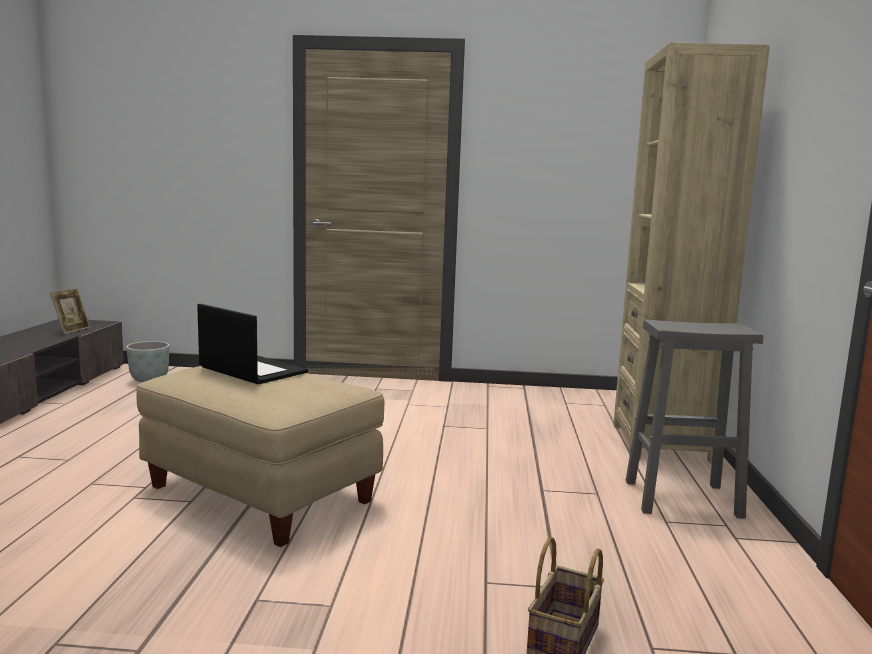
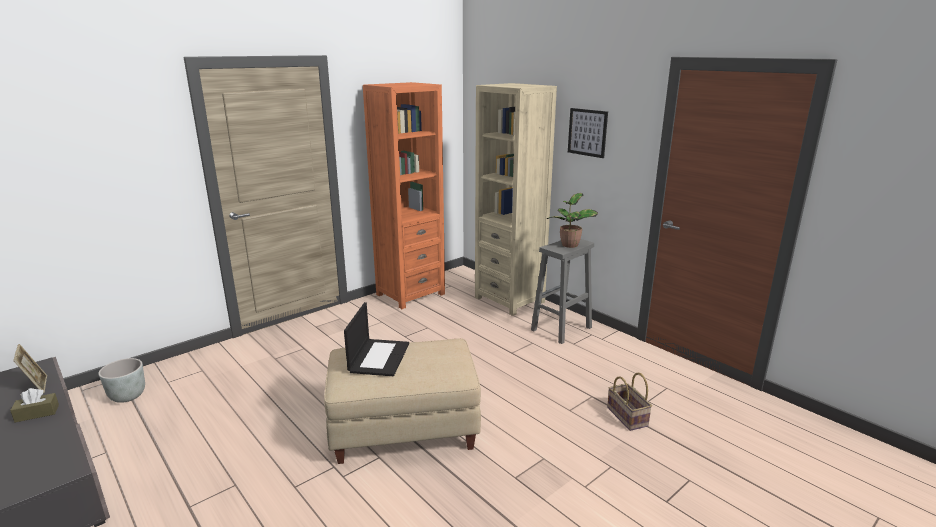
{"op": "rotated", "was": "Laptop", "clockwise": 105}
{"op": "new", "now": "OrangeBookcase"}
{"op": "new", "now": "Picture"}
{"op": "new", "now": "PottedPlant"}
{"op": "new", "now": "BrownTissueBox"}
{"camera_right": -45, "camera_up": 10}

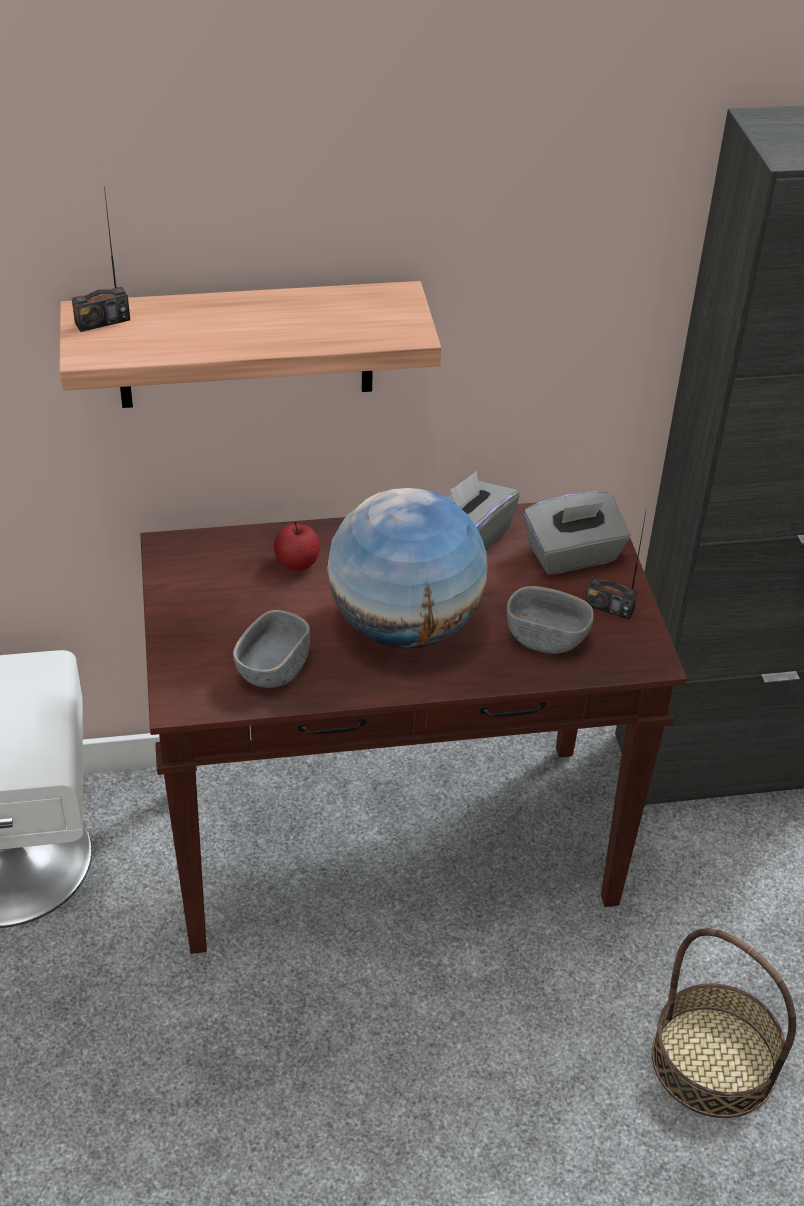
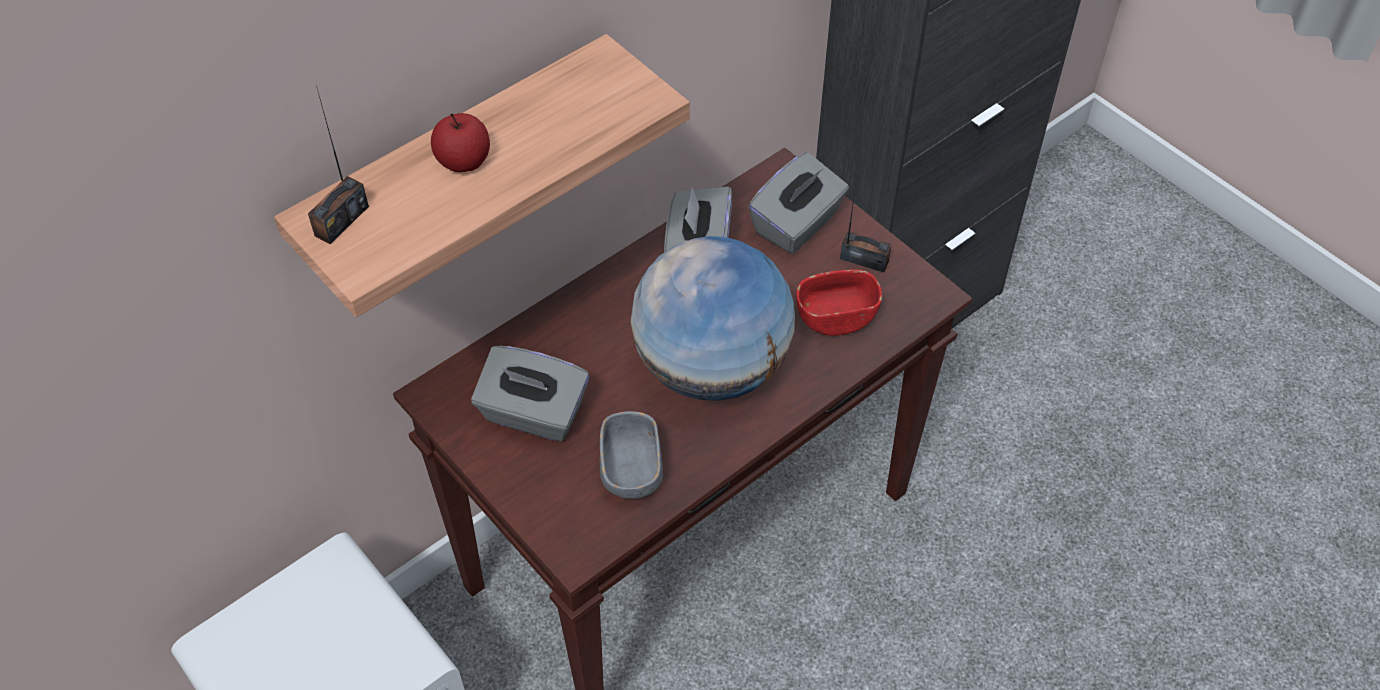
{"op": "rotated", "was": "Radio (no. 2 from left)", "clockwise": -150}
{"op": "shifted", "was": "Apple"}
{"op": "repainted", "was": "GreyBowl (no. 2 from left)", "now": "RedBowl"}
{"op": "gone", "was": "Basket"}
{"op": "new", "now": "GreyTissueBox (no. 1 from left)"}
{"camera_right": -30, "camera_up": 10}

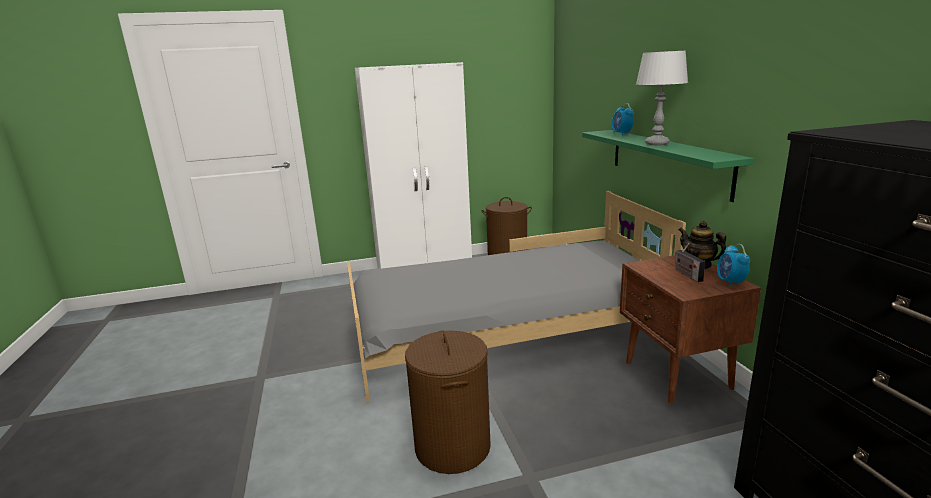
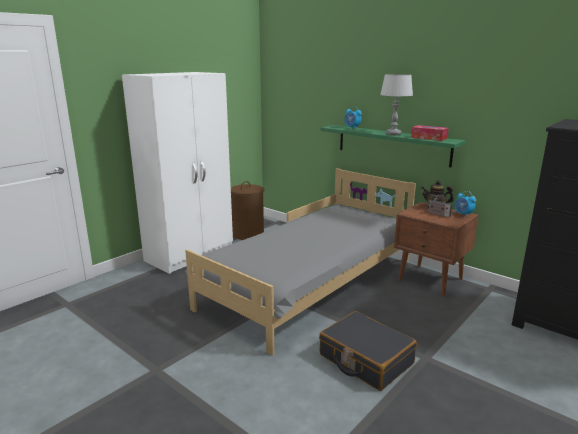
{"op": "swapped", "was": "BrownLaundryBasket (no. 1 from left)", "now": "BlackSuitcase"}
{"op": "new", "now": "TissueBox"}
{"camera_right": -35, "camera_up": 0}

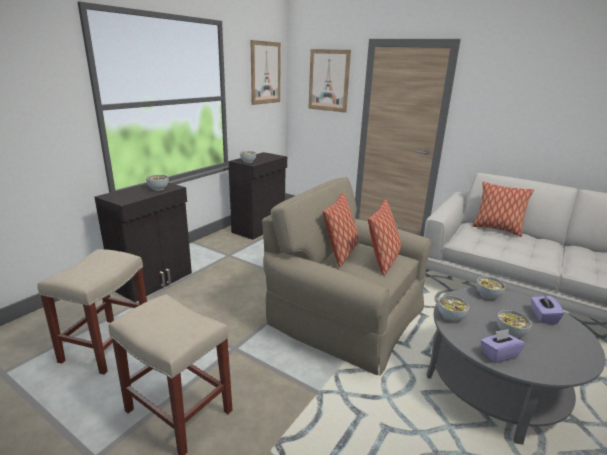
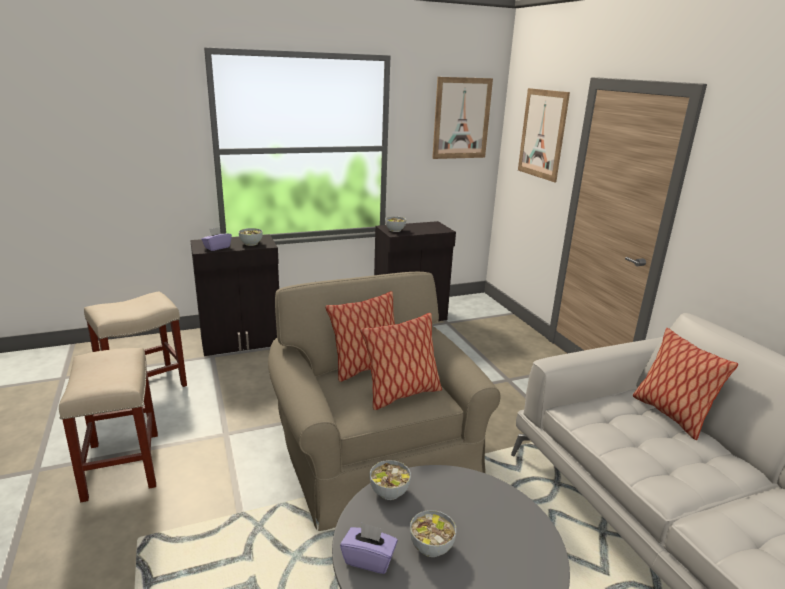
{"op": "gone", "was": "Bowl (no. 4 from left)"}
{"op": "shifted", "was": "PurpleTissueBox (no. 2 from left in the first image)", "now": "PurpleTissueBox (no. 1 from left)"}
{"camera_right": 35, "camera_up": 0}

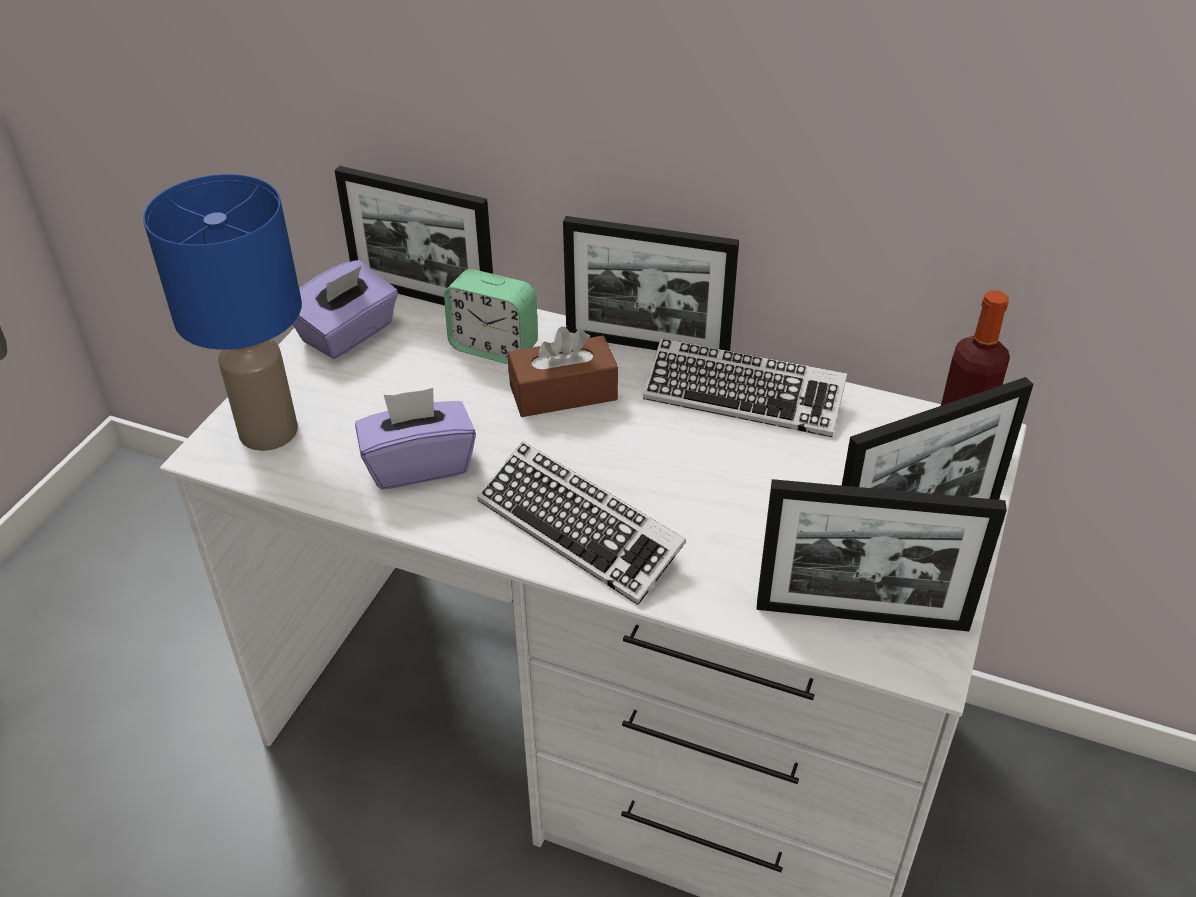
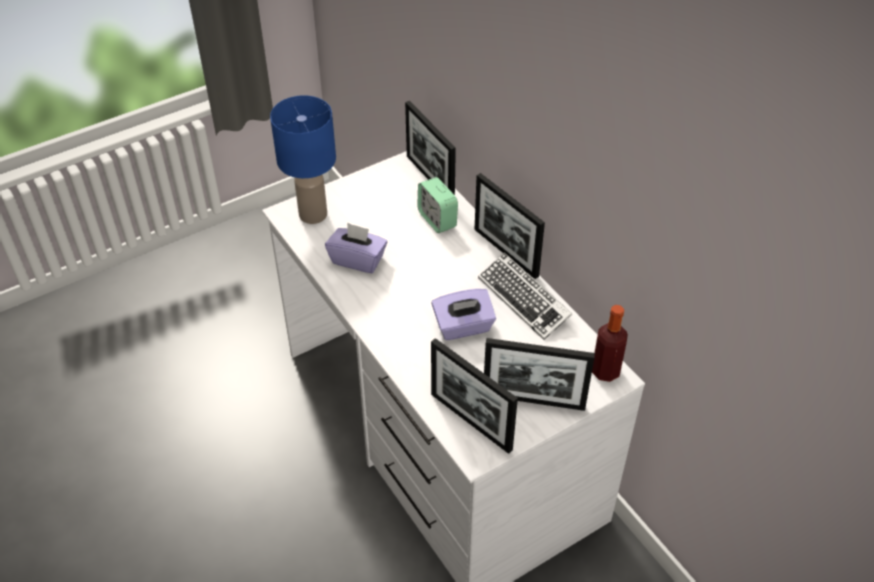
{"op": "shifted", "was": "PurpleTissueBox (no. 1 from left in the first image)", "now": "PurpleTissueBox (no. 2 from left)"}
{"op": "gone", "was": "BrownTissueBox"}
{"op": "gone", "was": "Keyboard (no. 1 from left)"}
{"camera_right": 35, "camera_up": 5}

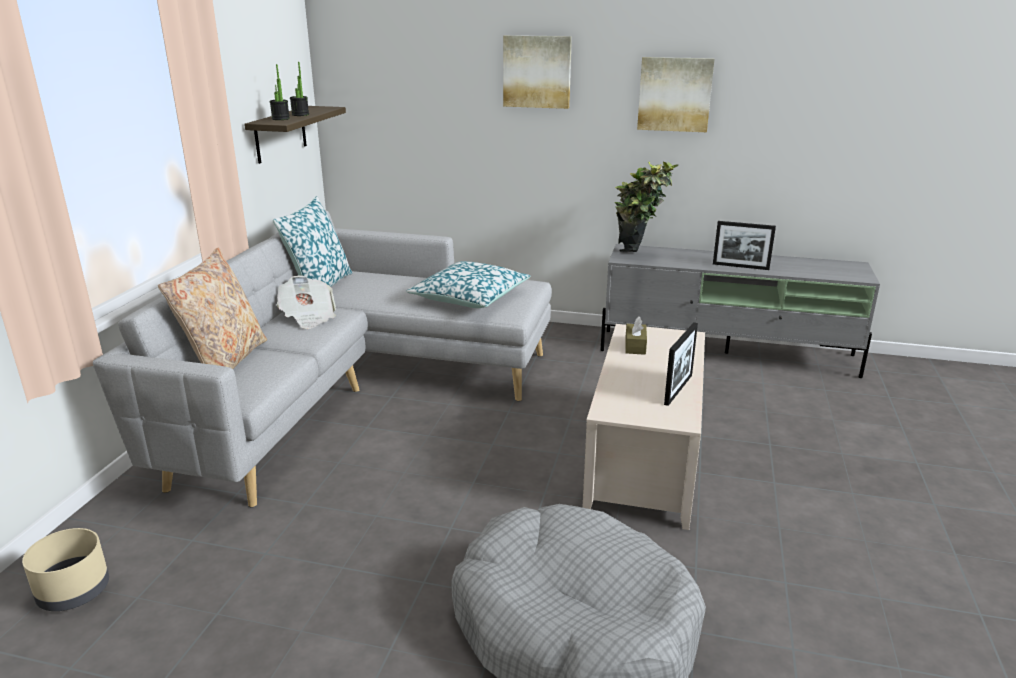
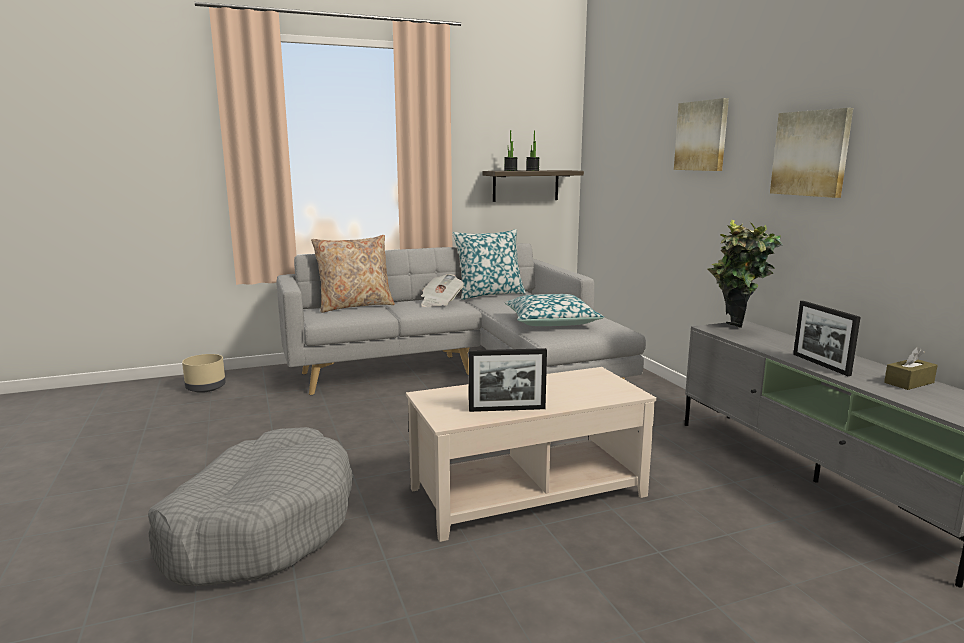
{"op": "shifted", "was": "BrownTissueBox"}
{"camera_right": 55, "camera_up": -10}

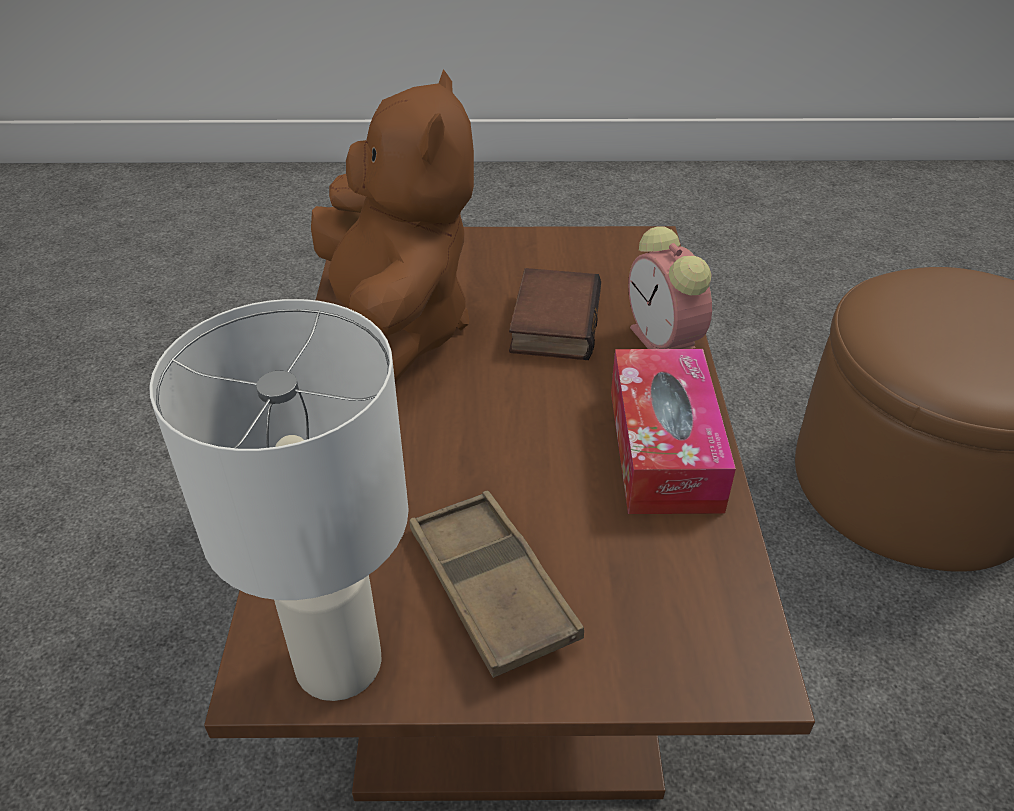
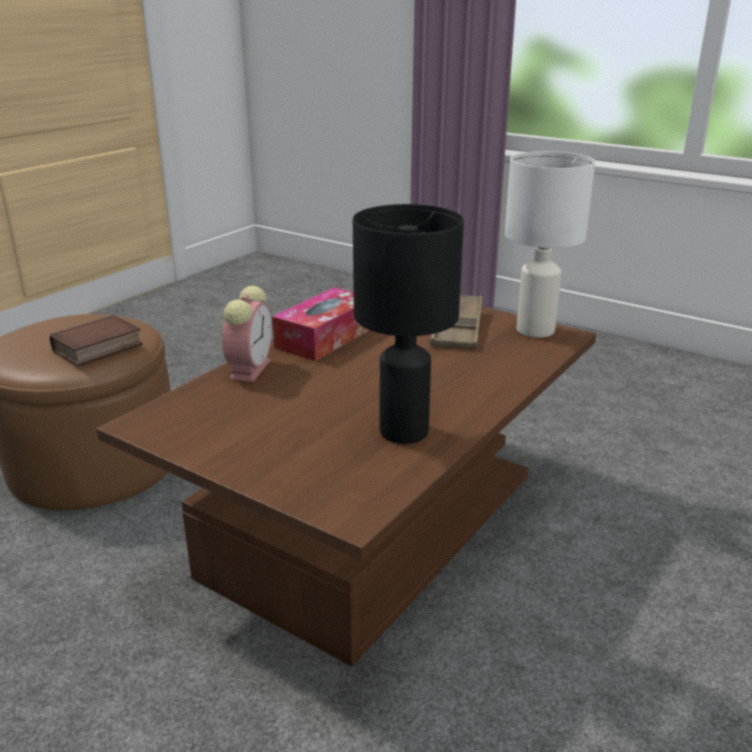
{"op": "swapped", "was": "BrownPlushToy", "now": "BlackTableLamp"}
{"op": "shifted", "was": "Book"}
{"camera_right": -145, "camera_up": -15}

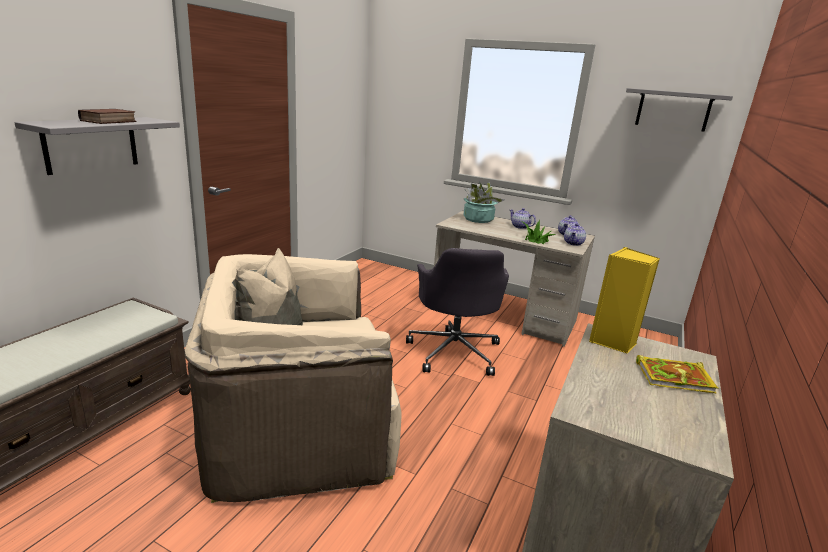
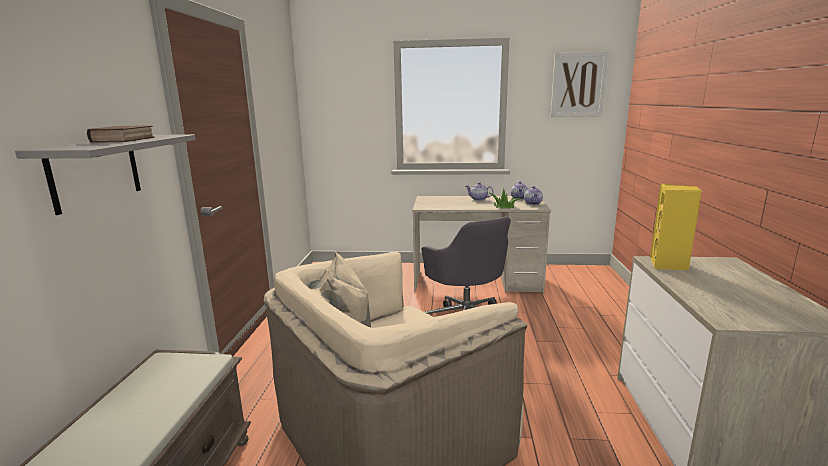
{"op": "swapped", "was": "GreyShelf (no. 2 from left)", "now": "Picture"}
{"op": "gone", "was": "PottedPlant (no. 1 from left)"}
{"op": "gone", "was": "Book (no. 2 from left)"}
{"camera_right": -20, "camera_up": -5}

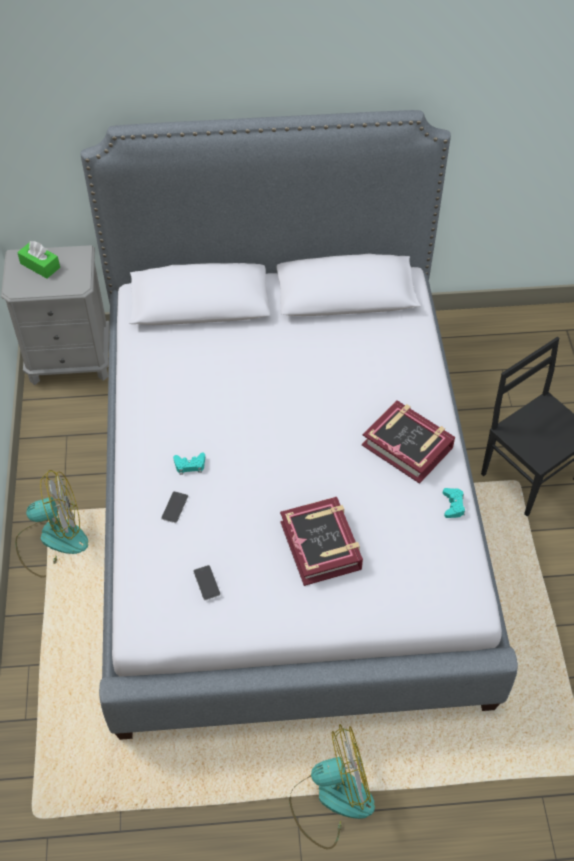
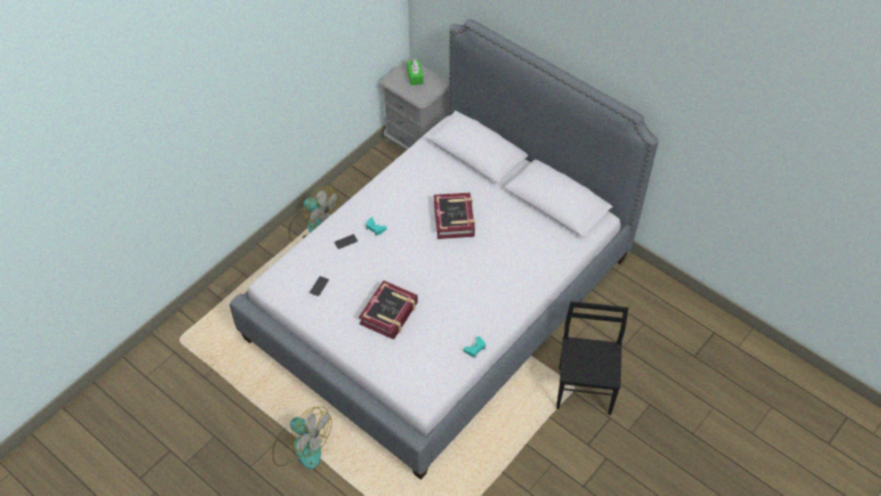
{"op": "shifted", "was": "Book (no. 2 from left)"}
{"camera_right": 45, "camera_up": 0}

